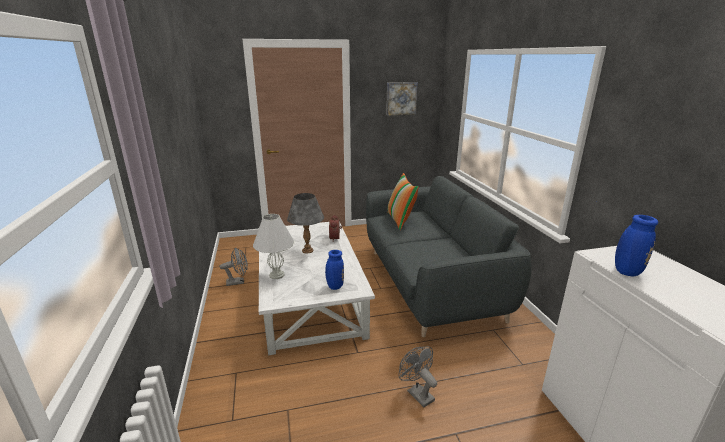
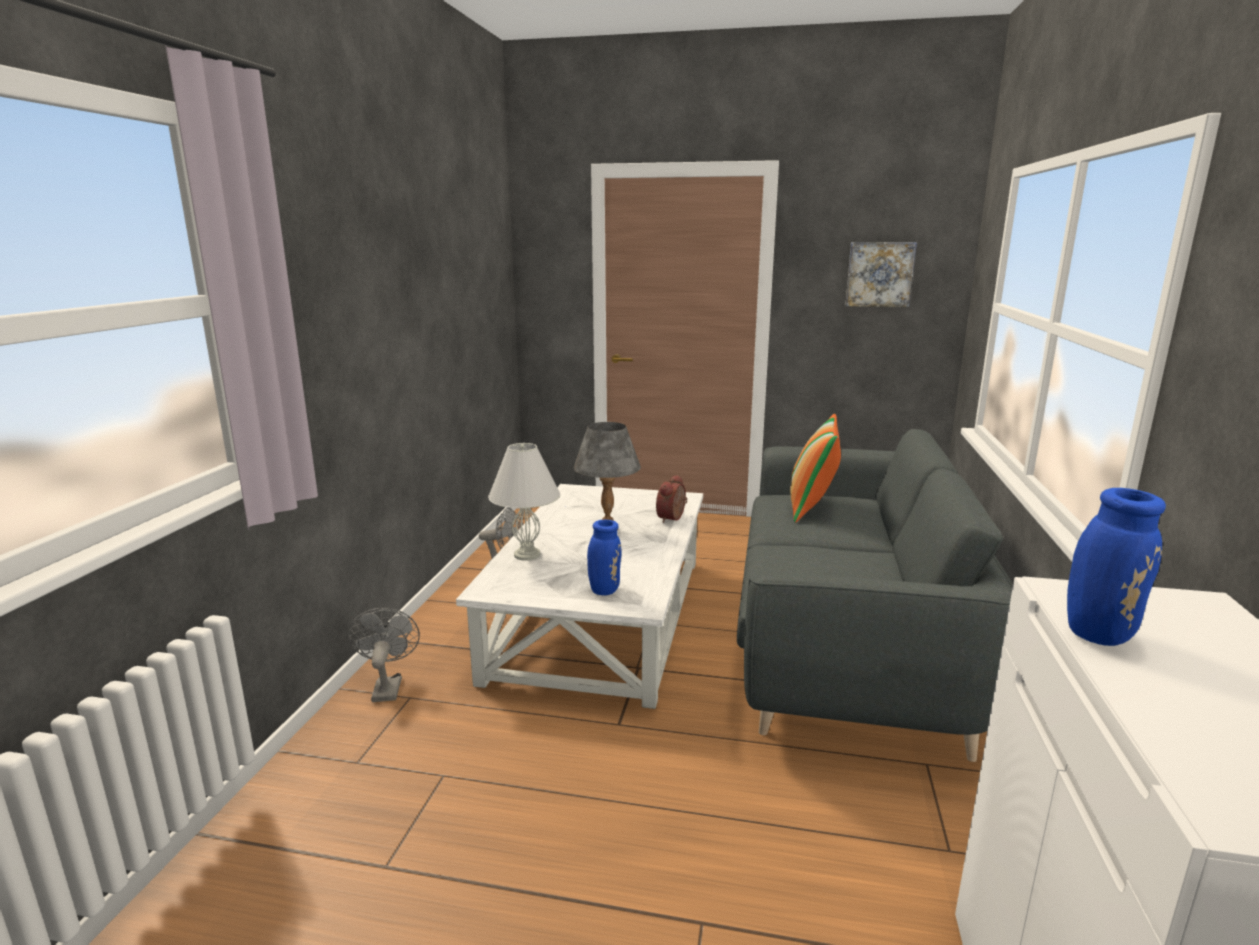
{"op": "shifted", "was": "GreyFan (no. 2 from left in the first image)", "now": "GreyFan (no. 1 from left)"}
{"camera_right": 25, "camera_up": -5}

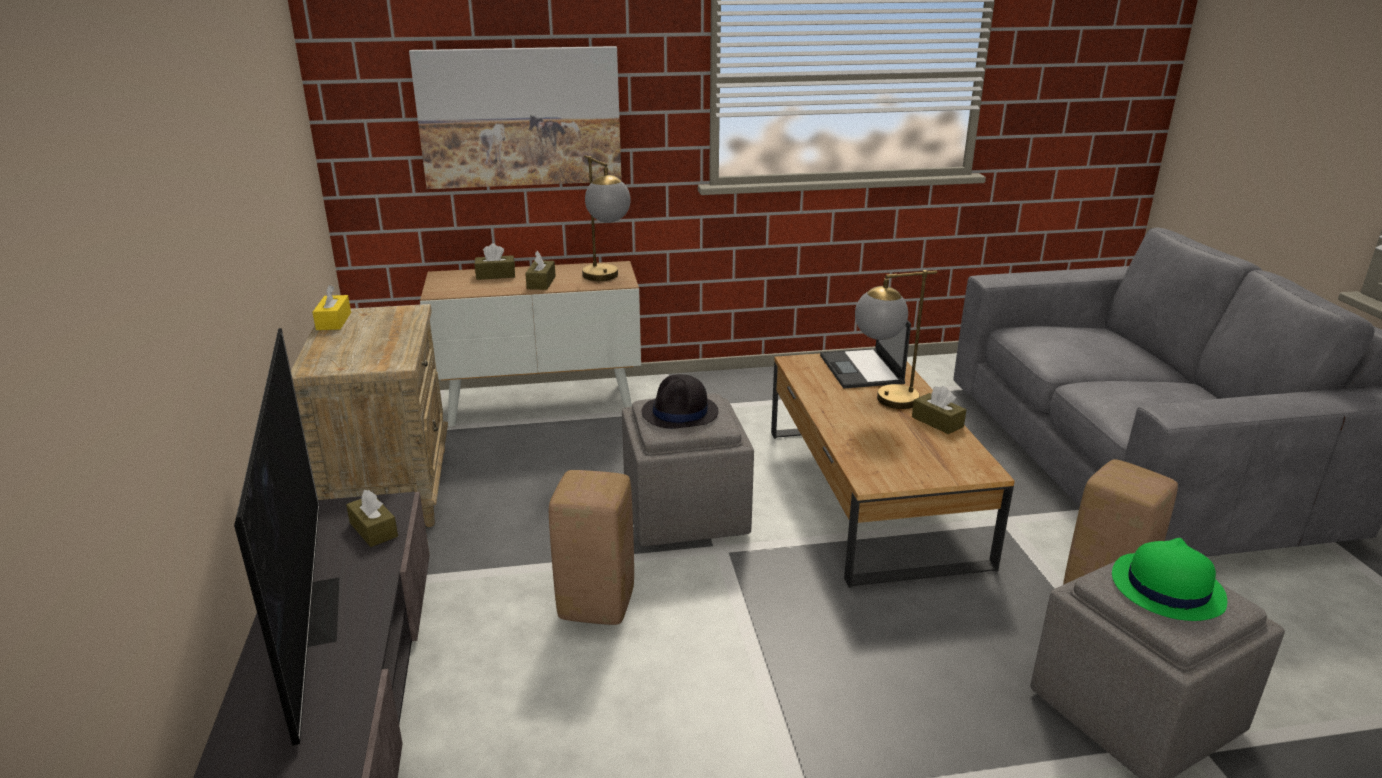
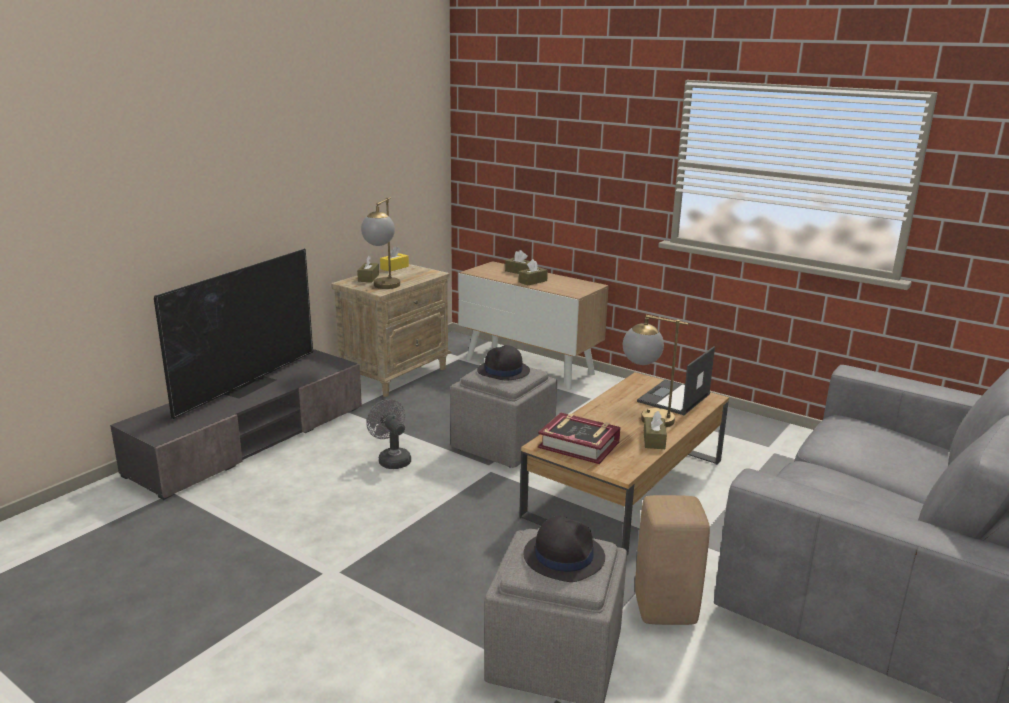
{"op": "gone", "was": "Picture"}
{"op": "shifted", "was": "TableLamp (no. 1 from left)"}
{"op": "swapped", "was": "BeigeStool (no. 1 from left)", "now": "GreyFan"}
{"op": "shifted", "was": "BrownTissueBox (no. 1 from left)"}
{"op": "repainted", "was": "GreenHat", "now": "BlackHat (no. 2 from left)"}
{"op": "new", "now": "Book"}
{"camera_right": 45, "camera_up": -5}

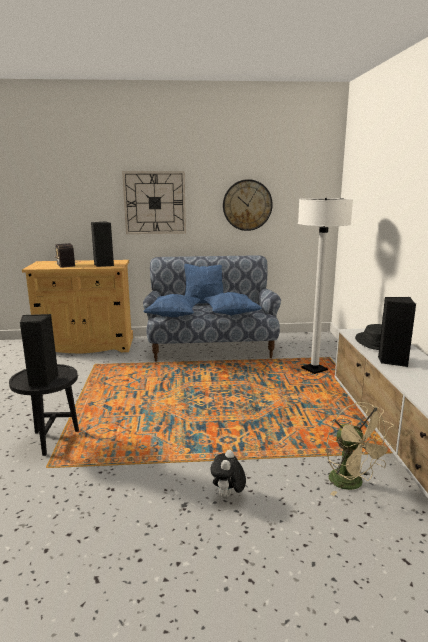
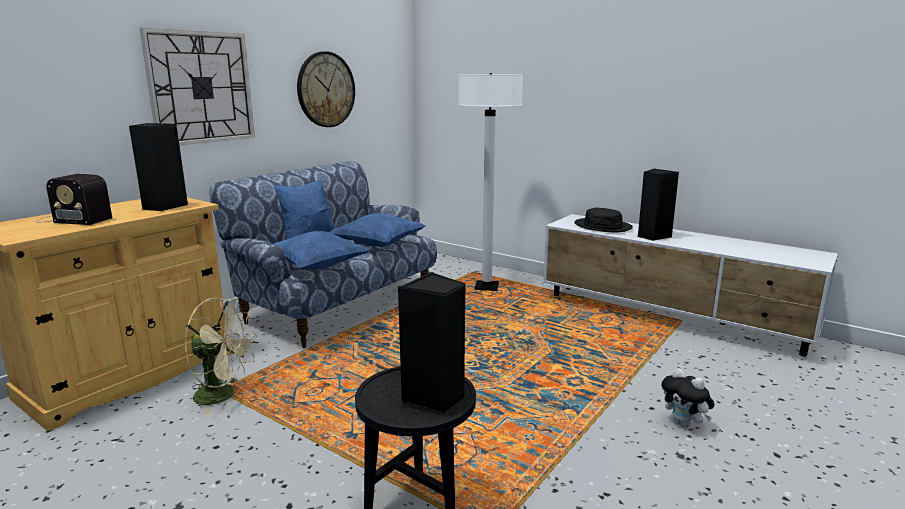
{"op": "shifted", "was": "BeigeFan"}
{"camera_right": -50, "camera_up": 0}

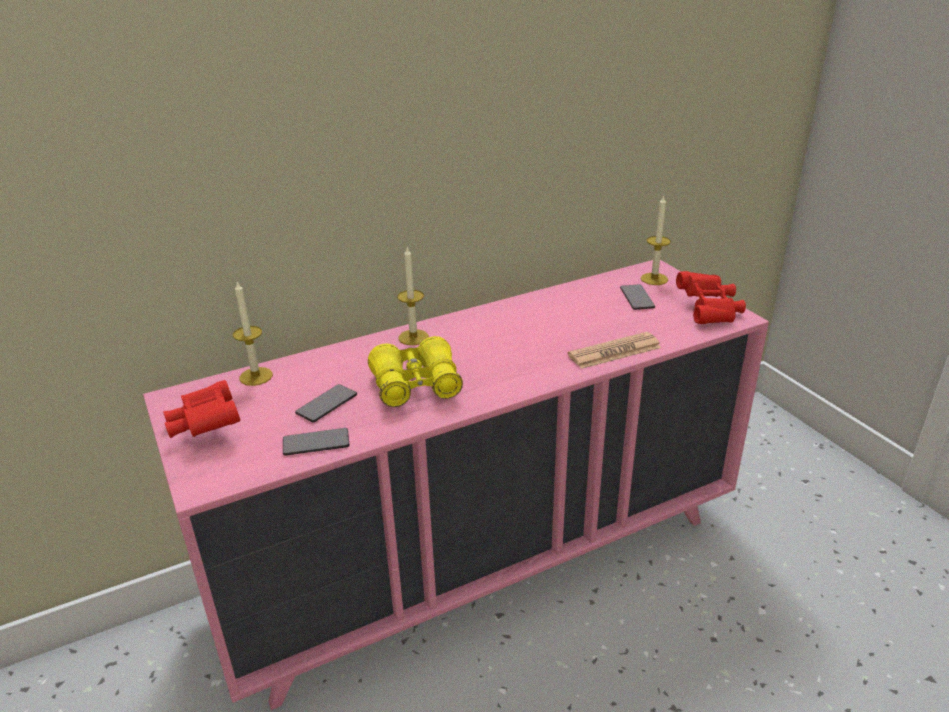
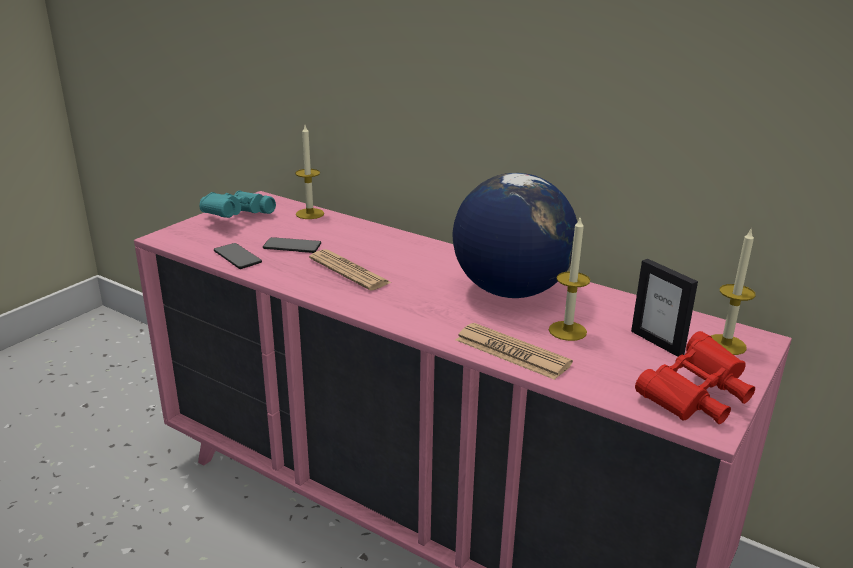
{"op": "shifted", "was": "Candle (no. 2 from left)"}
{"op": "swapped", "was": "Phone (no. 3 from left)", "now": "PictureFrame"}
{"op": "swapped", "was": "YellowBinoculars", "now": "Newspaper (no. 1 from left)"}
{"op": "repainted", "was": "RedBinoculars (no. 1 from left)", "now": "TurquoiseBinoculars"}
{"op": "new", "now": "Globe"}
{"camera_right": 60, "camera_up": -5}

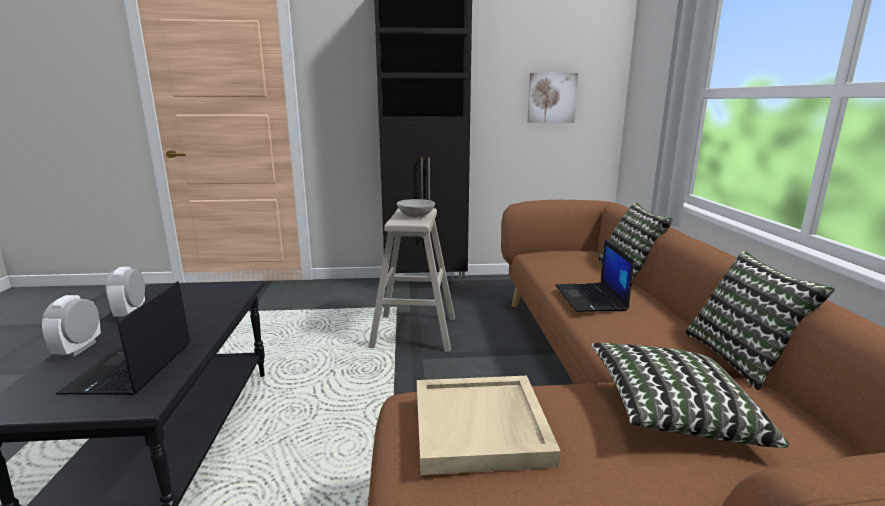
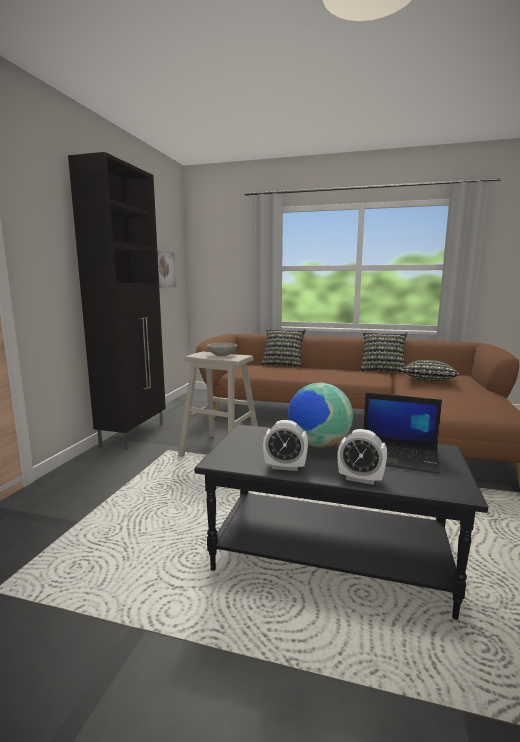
{"op": "gone", "was": "Laptop (no. 2 from left)"}
{"op": "gone", "was": "BeigeTray"}
{"op": "new", "now": "Globe"}
{"camera_right": -70, "camera_up": -5}

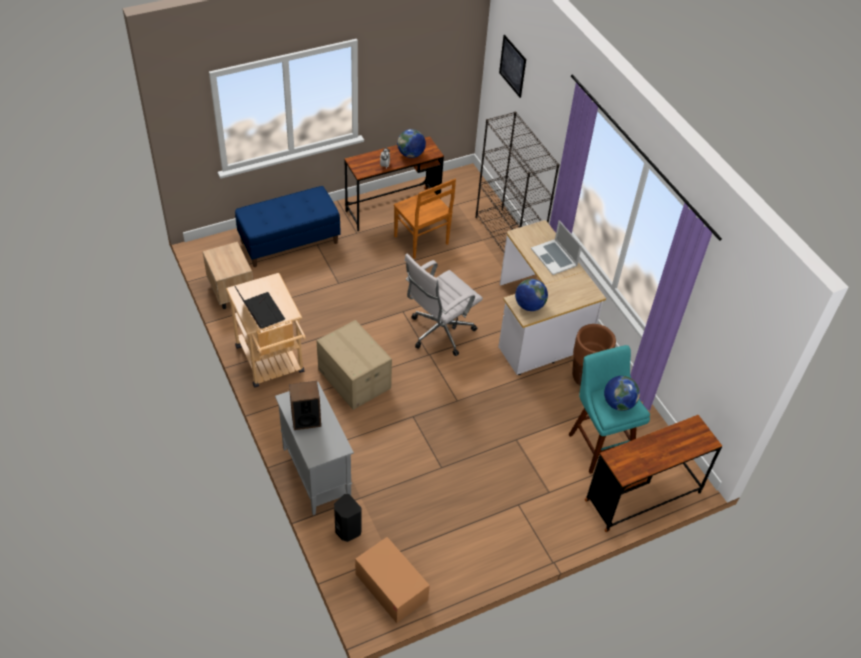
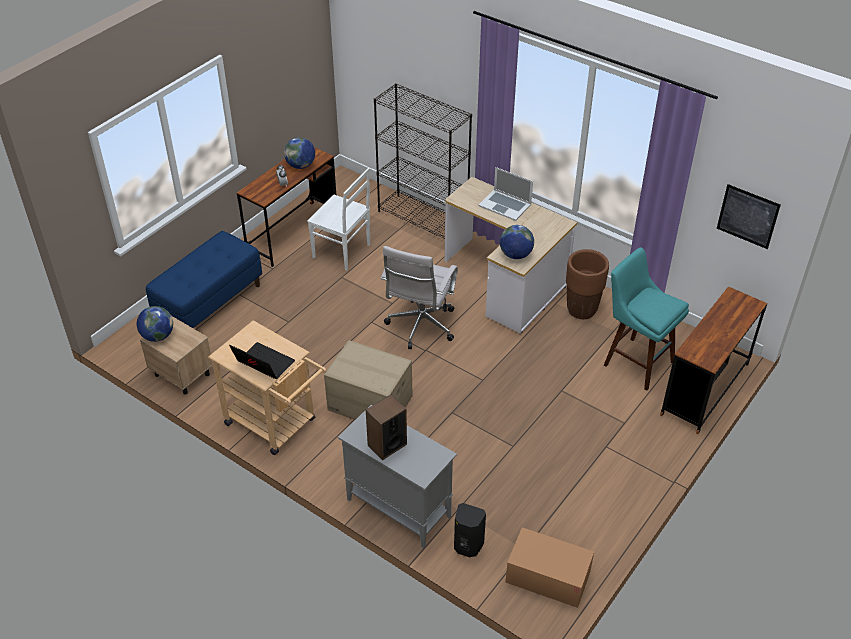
{"op": "shifted", "was": "Picture"}
{"op": "repainted", "was": "BrownChair", "now": "WhiteChair"}
{"op": "shifted", "was": "Globe (no. 3 from left in the first image)", "now": "Globe (no. 1 from left)"}
{"camera_right": -25, "camera_up": -5}

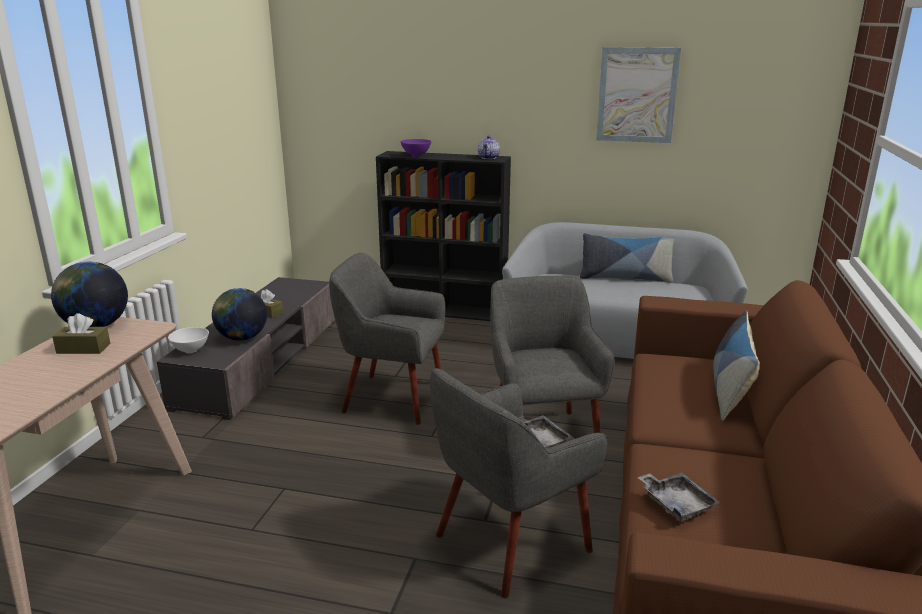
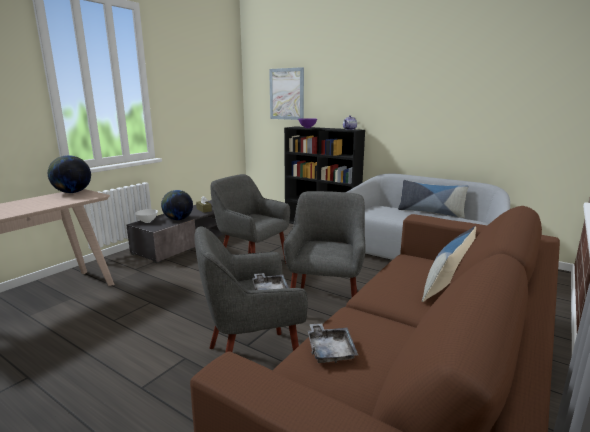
{"op": "shifted", "was": "Picture"}
{"op": "gone", "was": "BrownTissueBox (no. 1 from left)"}
{"camera_right": 20, "camera_up": -5}

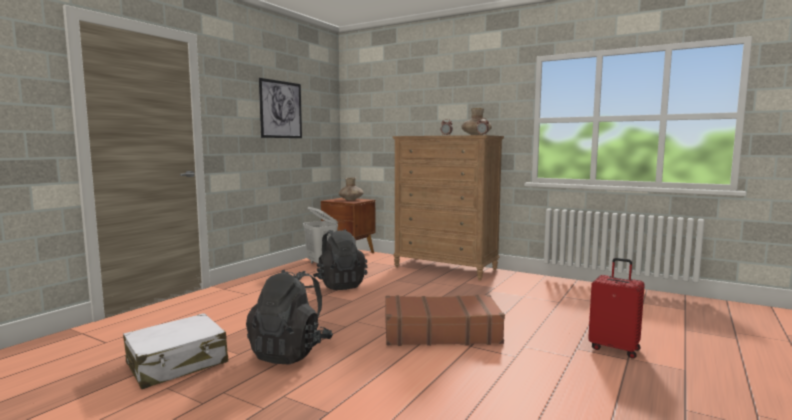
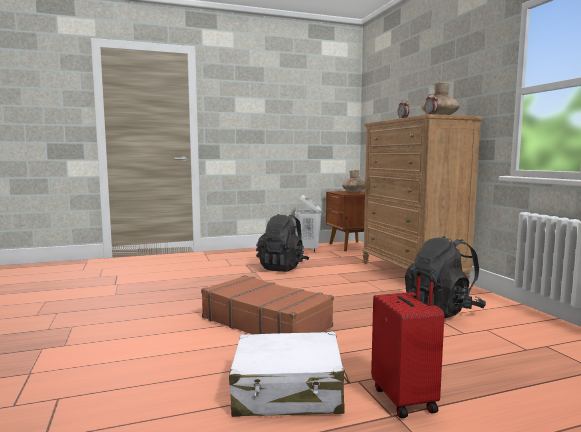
{"op": "gone", "was": "Picture"}
{"op": "shifted", "was": "BlackBackpack (no. 1 from left in the first image)", "now": "BlackBackpack (no. 2 from left)"}
{"op": "shifted", "was": "WhiteSuitcase"}
{"camera_right": 40, "camera_up": 0}

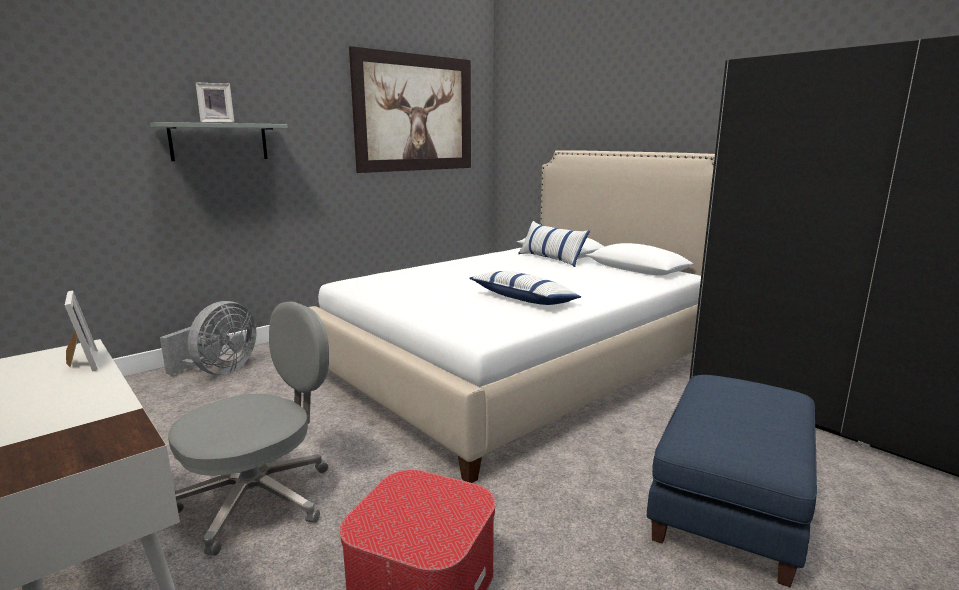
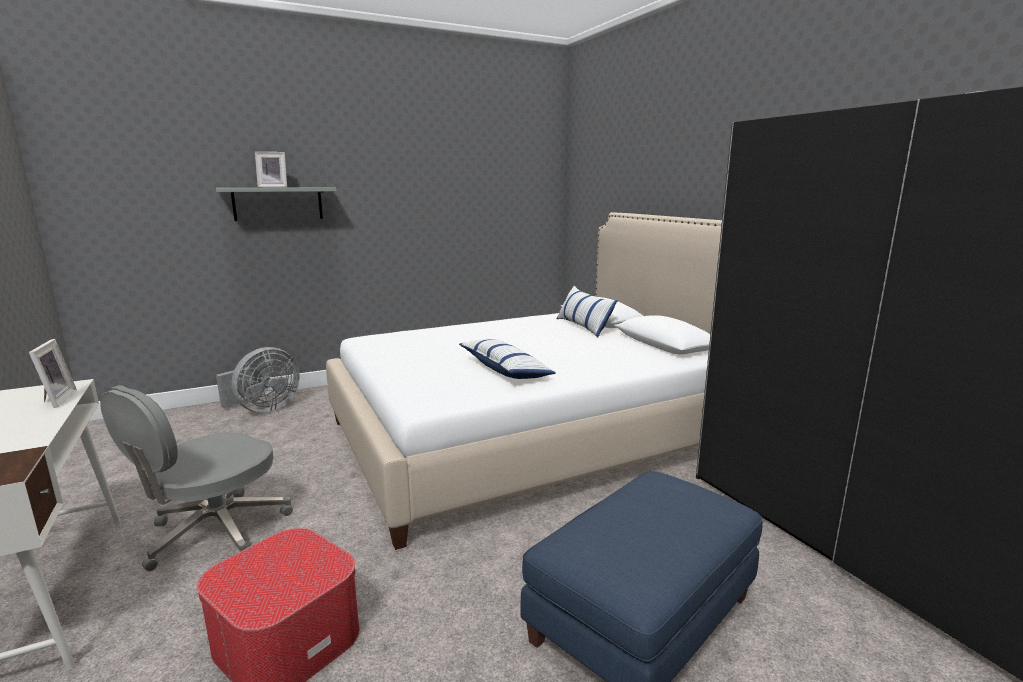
{"op": "gone", "was": "Picture"}
{"op": "rotated", "was": "GreyOfficeChair", "clockwise": 150}
{"camera_right": 15, "camera_up": 0}

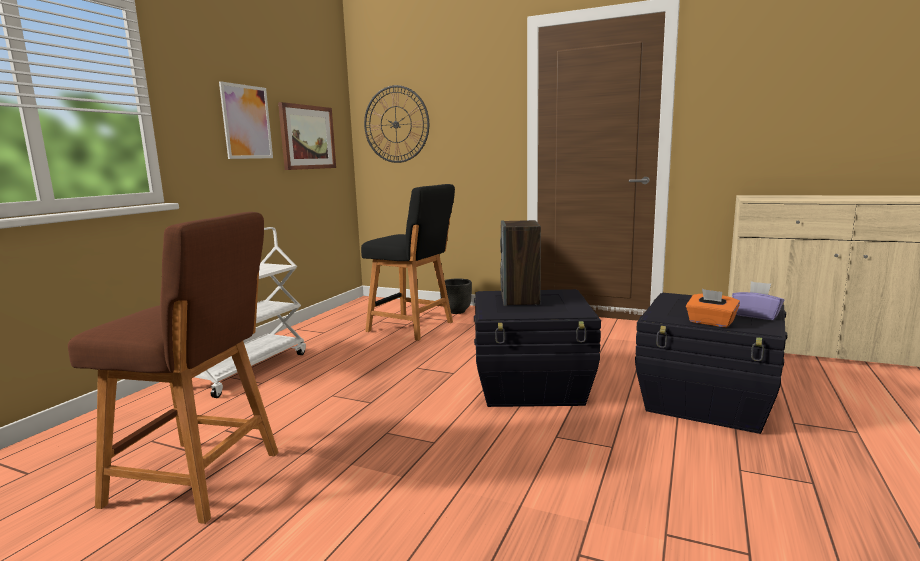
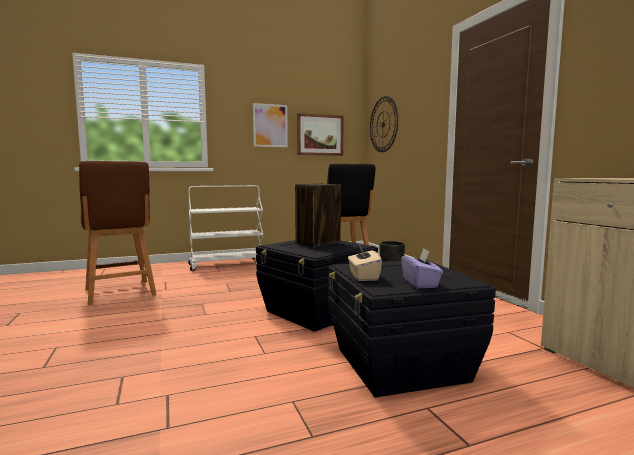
{"op": "repainted", "was": "OrangeTissueBox", "now": "BeigeTissueBox"}
{"camera_right": 45, "camera_up": -5}

